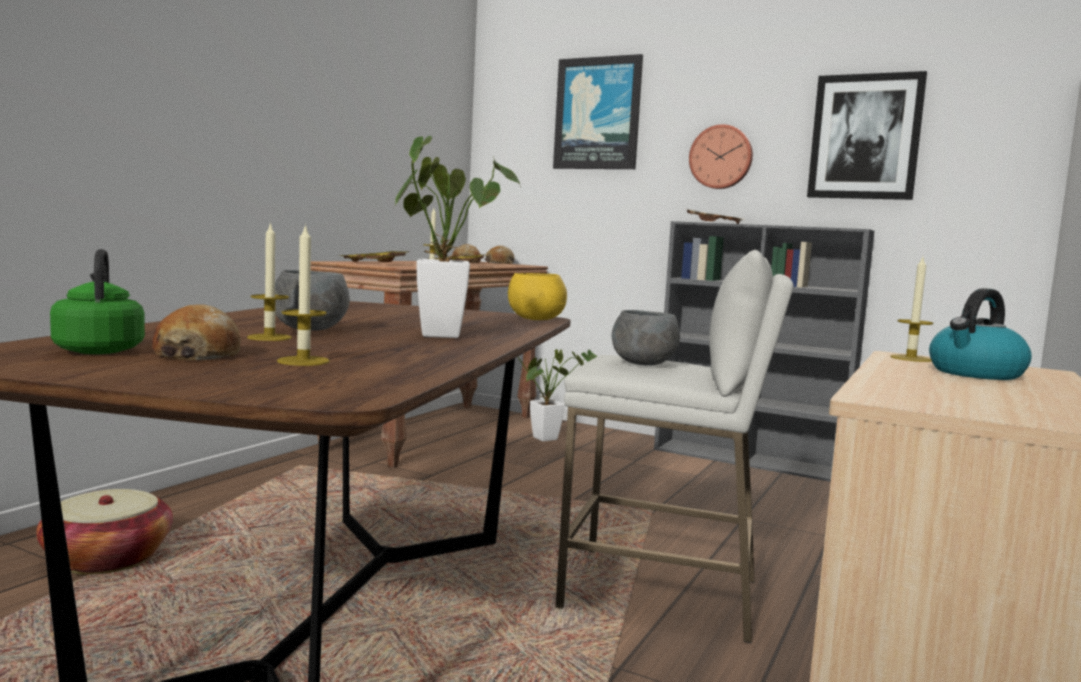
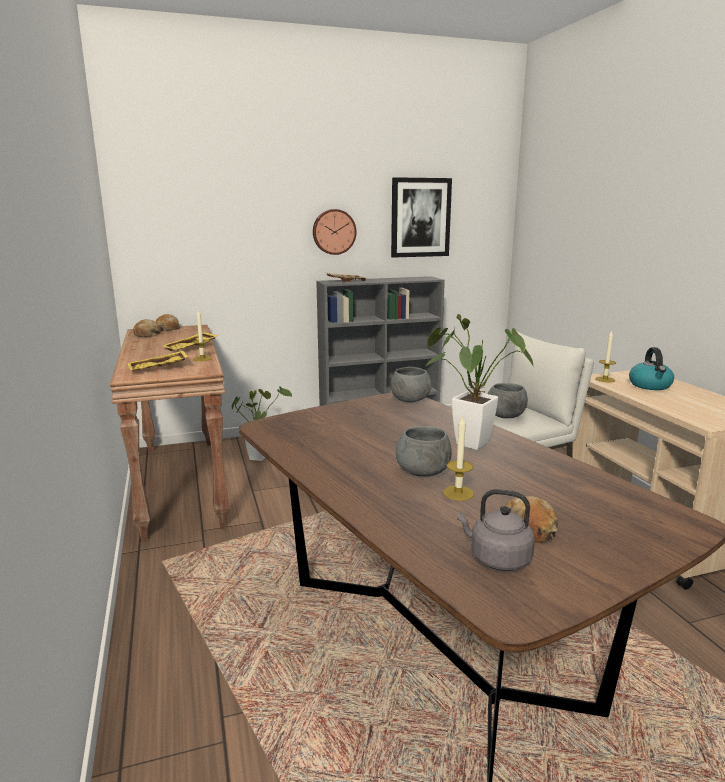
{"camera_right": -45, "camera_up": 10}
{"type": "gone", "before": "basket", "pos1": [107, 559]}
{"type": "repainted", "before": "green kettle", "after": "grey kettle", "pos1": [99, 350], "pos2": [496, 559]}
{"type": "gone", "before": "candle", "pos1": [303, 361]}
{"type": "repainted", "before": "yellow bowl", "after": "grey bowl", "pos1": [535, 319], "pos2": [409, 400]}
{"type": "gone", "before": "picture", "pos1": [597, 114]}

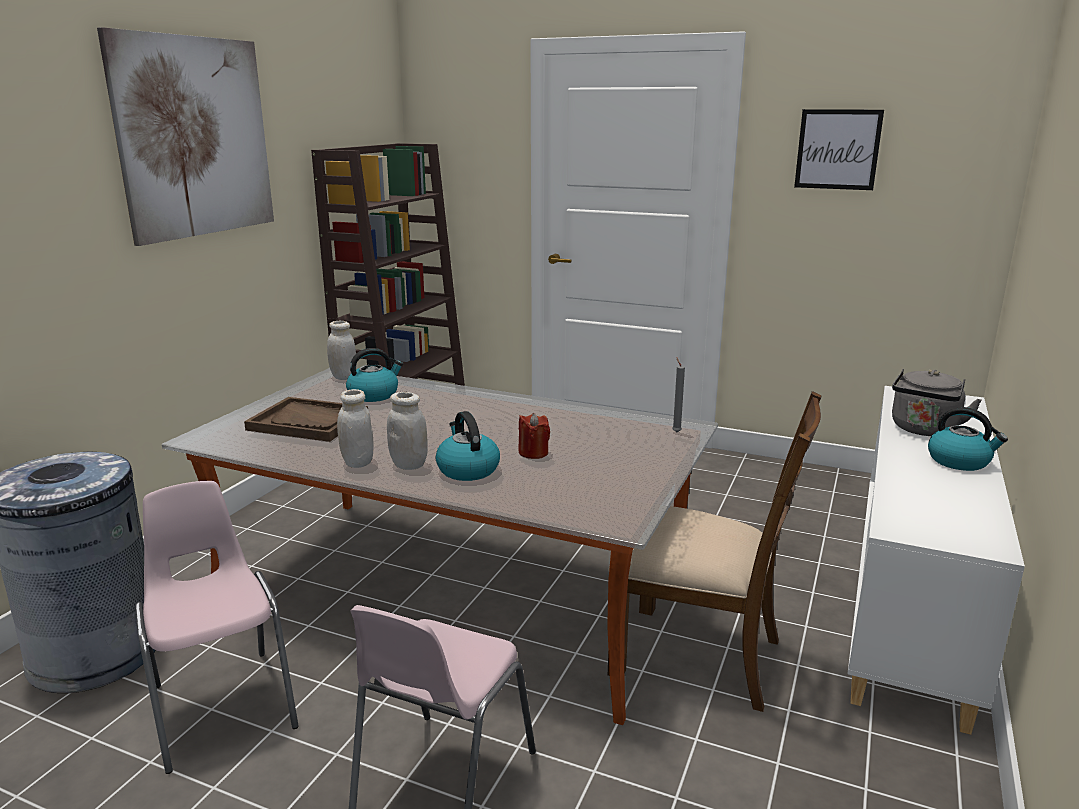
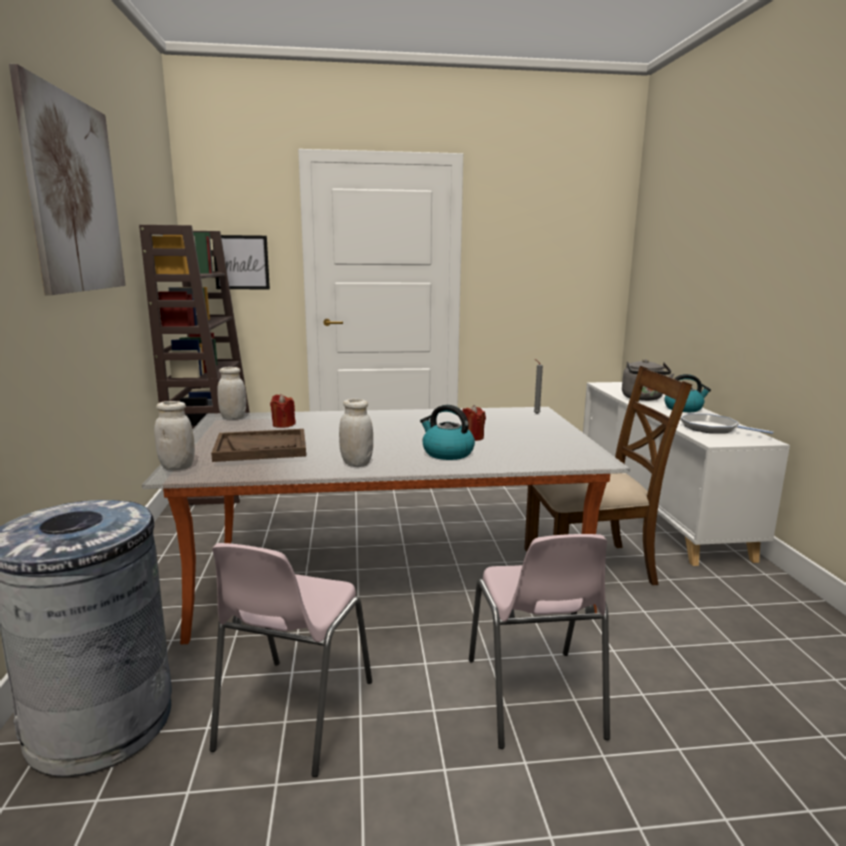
{"camera_right": -30, "camera_up": -5}
{"type": "rotated", "before": "pink chair", "pos1": [223, 705], "pos2": [293, 715], "turn": -105}
{"type": "swapped", "before": "kettle", "after": "red candle", "pos1": [374, 395], "pos2": [283, 424]}
{"type": "shifted", "before": "white jar", "pos1": [409, 465], "pos2": [177, 467]}
{"type": "shifted", "before": "picture", "pos1": [837, 149], "pos2": [241, 262]}
{"type": "new", "after": "frying pan", "pos2": [712, 428]}

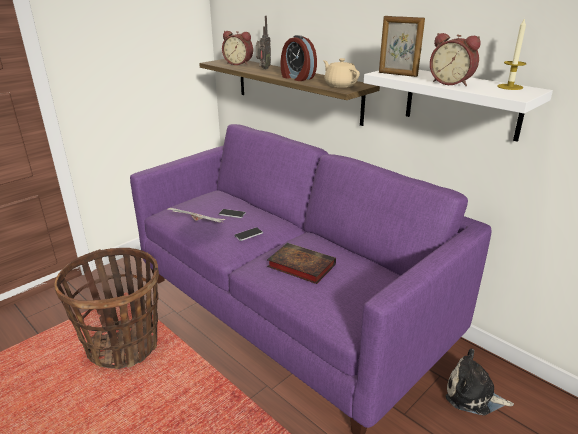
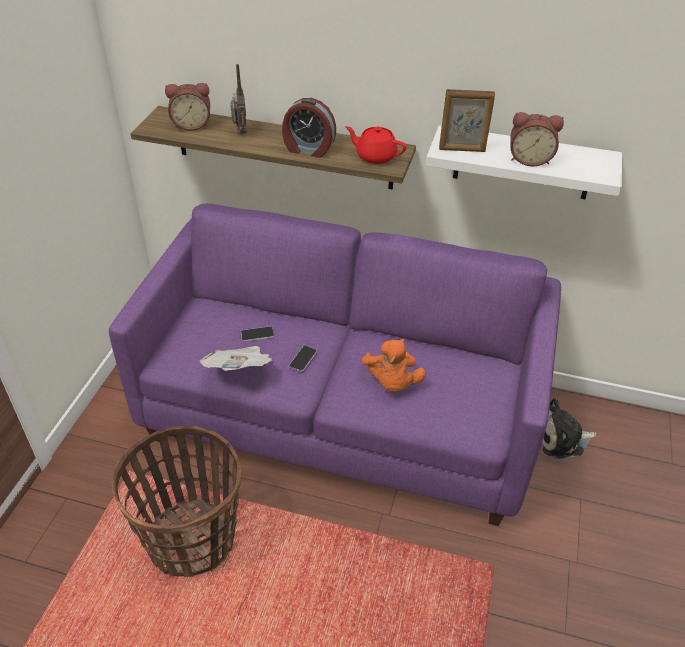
{"camera_right": -30, "camera_up": 15}
{"type": "swapped", "before": "book", "after": "orange plush toy", "pos1": [299, 266], "pos2": [391, 383]}
{"type": "repainted", "before": "beige teapot", "after": "red teapot", "pos1": [340, 85], "pos2": [375, 156]}
{"type": "gone", "before": "candle", "pos1": [510, 87]}

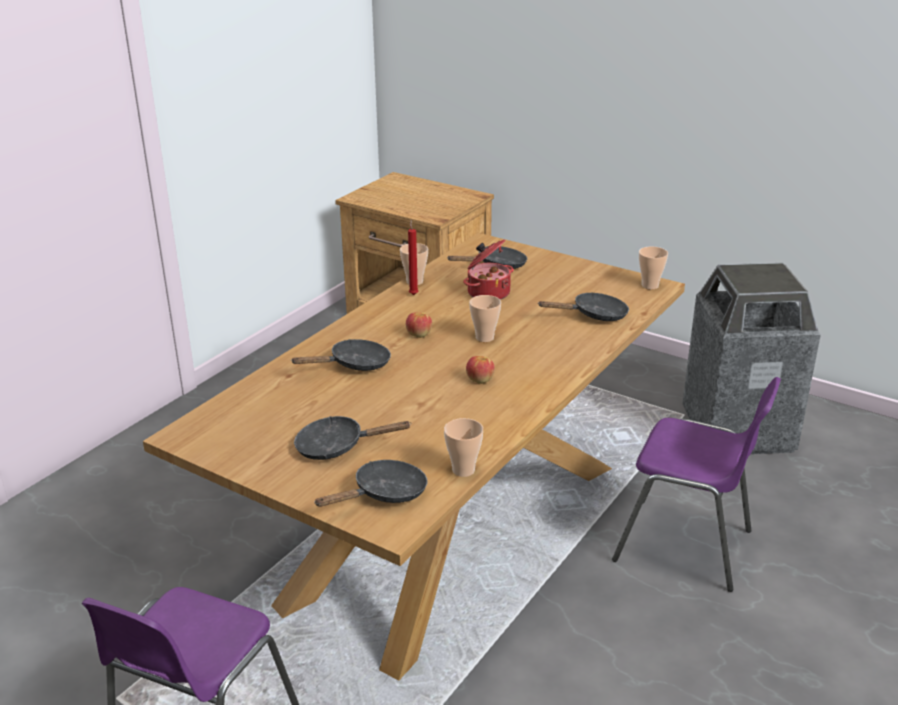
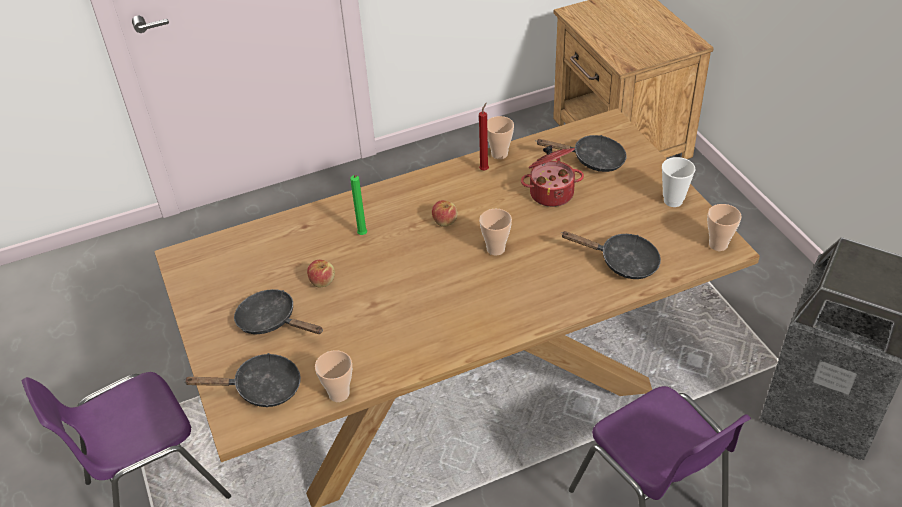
{"camera_right": 35, "camera_up": 15}
{"type": "swapped", "before": "black frying pan", "after": "green candle", "pos1": [354, 365], "pos2": [362, 236]}
{"type": "shifted", "before": "apple", "pos1": [480, 379], "pos2": [322, 281]}
{"type": "new", "after": "cup", "pos2": [673, 201]}

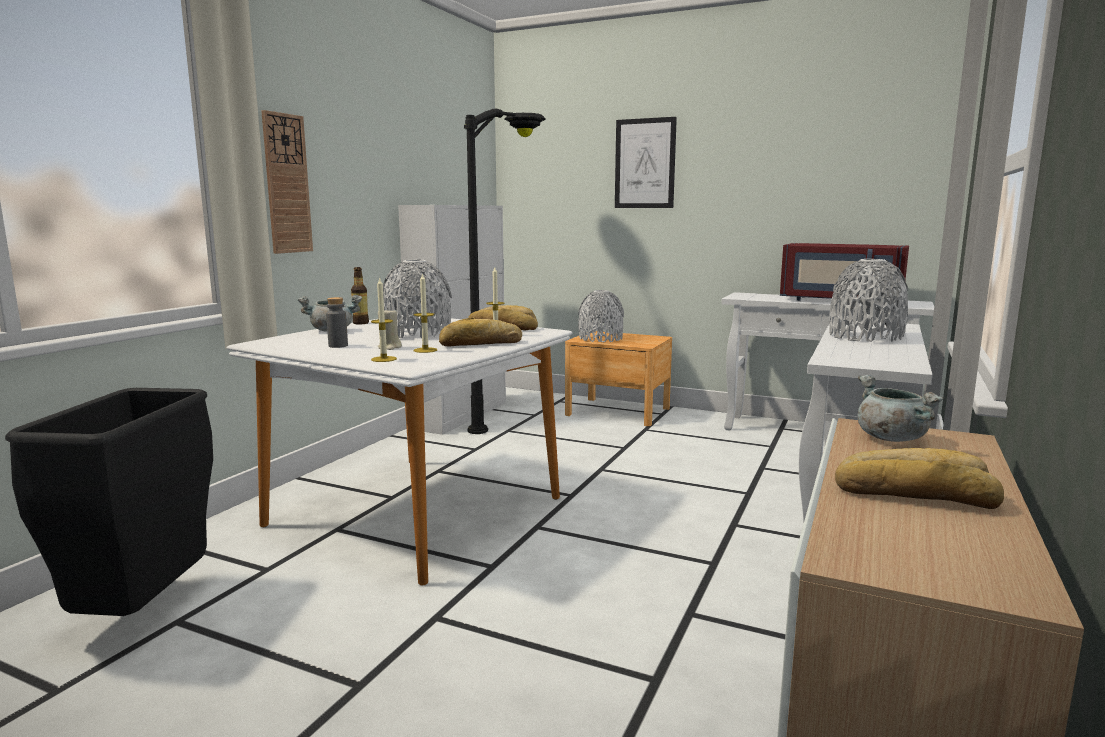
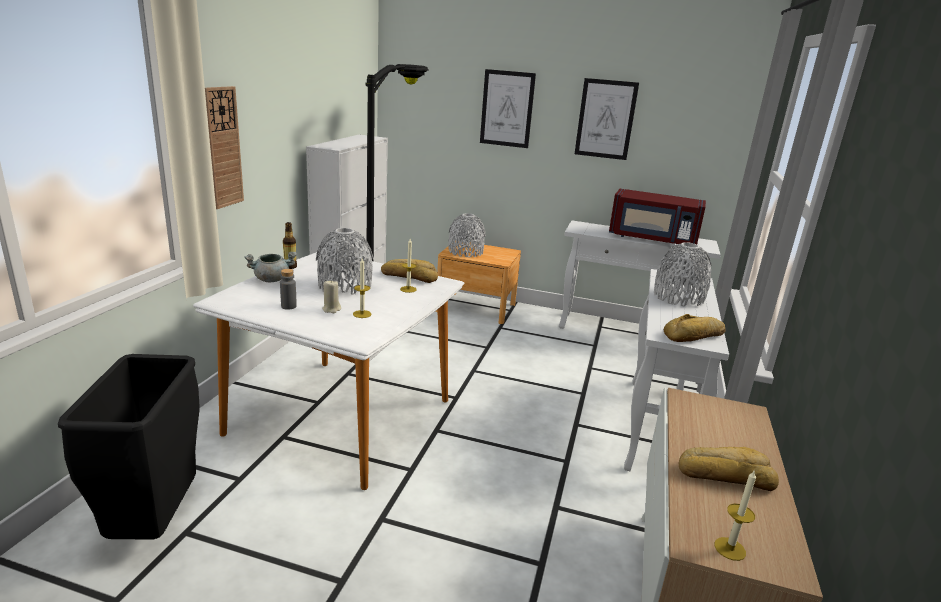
{"camera_right": -10, "camera_up": 10}
{"type": "shifted", "before": "candle", "pos1": [383, 359], "pos2": [730, 549]}
{"type": "shifted", "before": "bread", "pos1": [481, 343], "pos2": [695, 336]}
{"type": "gone", "before": "grey cooking pot", "pos1": [890, 438]}
{"type": "new", "after": "picture", "pos2": [605, 119]}

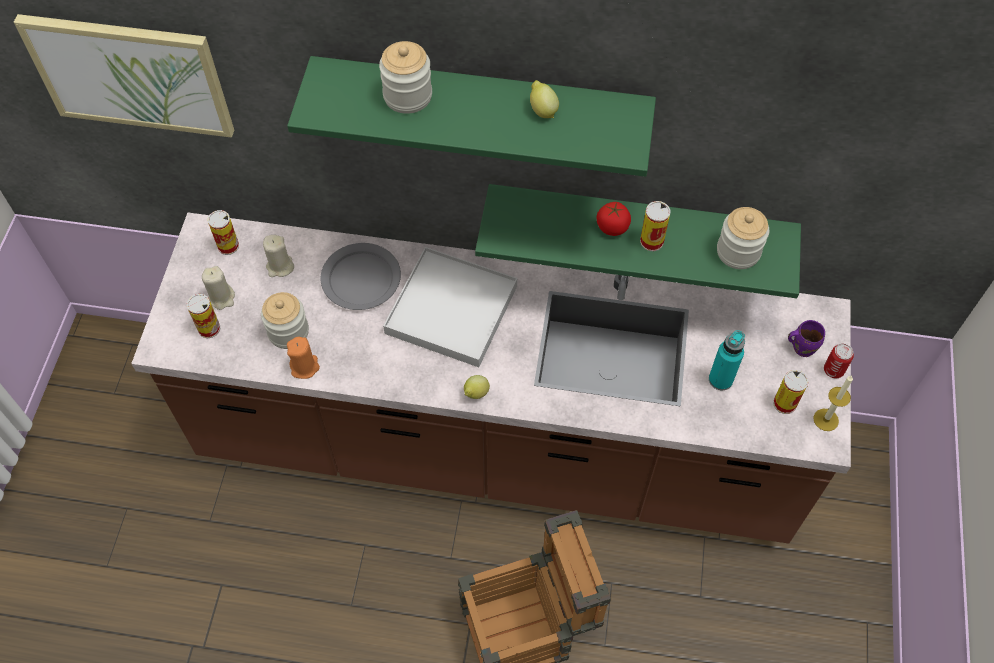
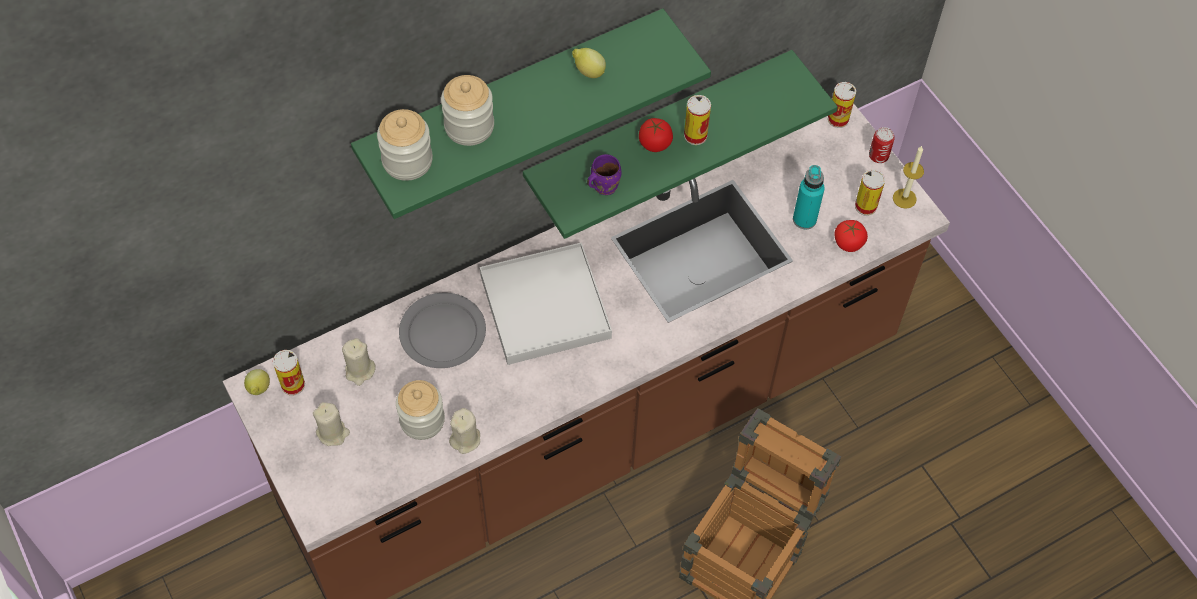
{"camera_right": -40, "camera_up": 0}
{"type": "gone", "before": "picture", "pos1": [131, 74]}
{"type": "shifted", "before": "can", "pos1": [209, 328], "pos2": [838, 119]}
{"type": "repainted", "before": "orange candle", "after": "beige candle", "pos1": [305, 367], "pos2": [465, 439]}
{"type": "shifted", "before": "lemon", "pos1": [475, 394], "pos2": [259, 390]}
{"type": "shifted", "before": "jar", "pos1": [738, 252], "pos2": [407, 161]}
{"type": "shifted", "before": "purple mug", "pos1": [802, 346], "pos2": [603, 186]}
{"type": "new", "after": "tomato", "pos2": [848, 243]}

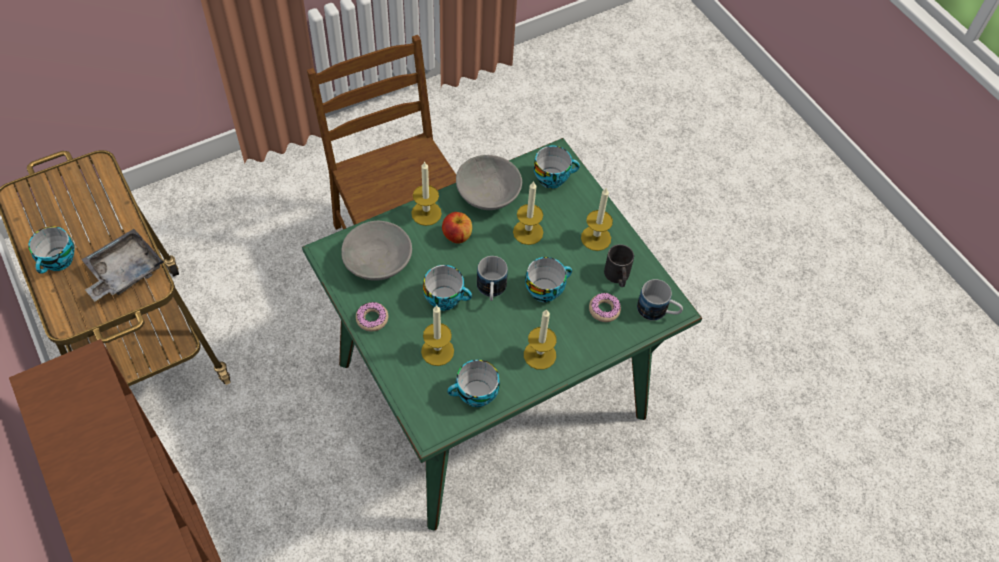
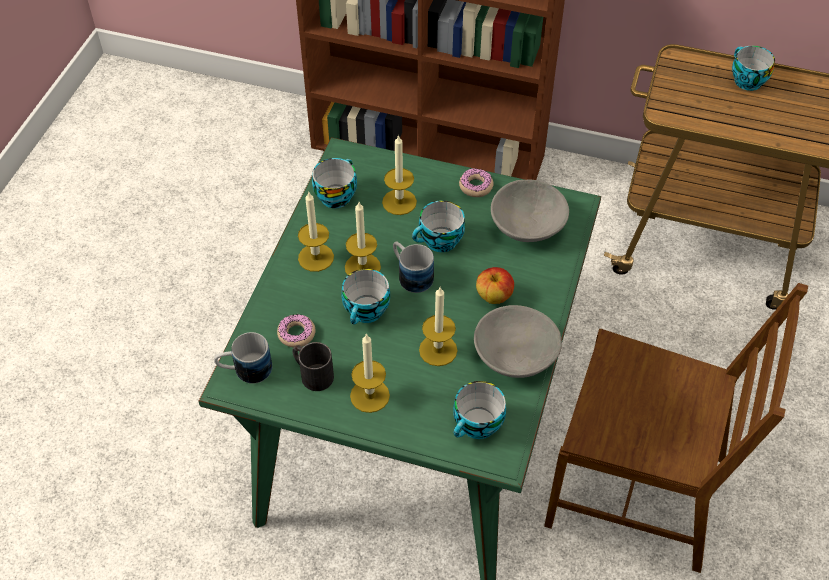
{"camera_right": 140, "camera_up": -5}
{"type": "gone", "before": "grey tray", "pos1": [124, 272]}
{"type": "shifted", "before": "candle", "pos1": [426, 213], "pos2": [362, 267]}

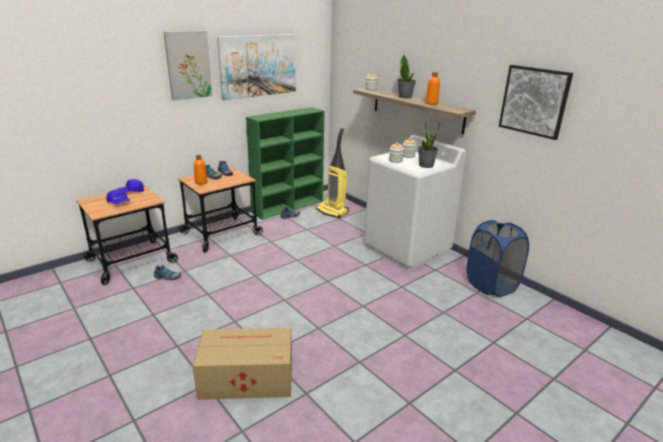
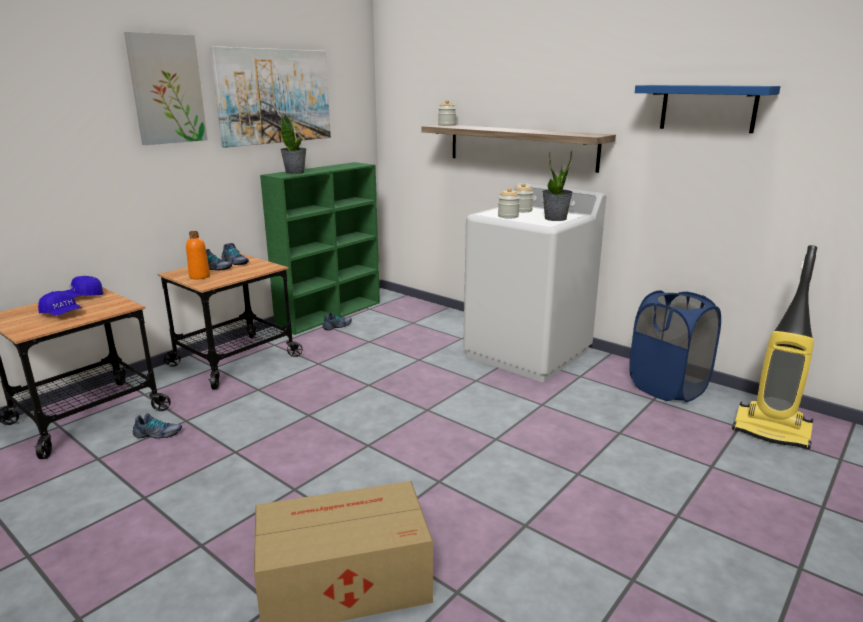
{"camera_right": -10, "camera_up": -5}
{"type": "shifted", "before": "vacuum cleaner", "pos1": [333, 211], "pos2": [772, 431]}
{"type": "shifted", "before": "potted plant", "pos1": [405, 97], "pos2": [295, 172]}
{"type": "gone", "before": "orange bottle", "pos1": [431, 103]}
{"type": "swapped", "before": "picture", "after": "blue shelf", "pos1": [534, 101], "pos2": [708, 108]}

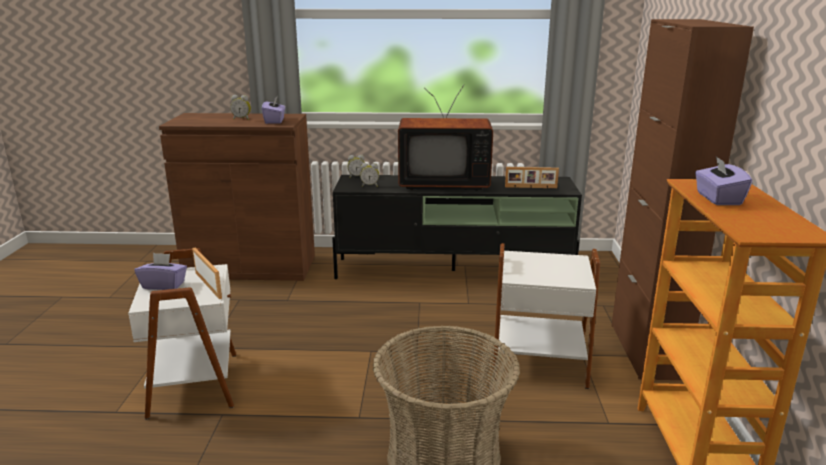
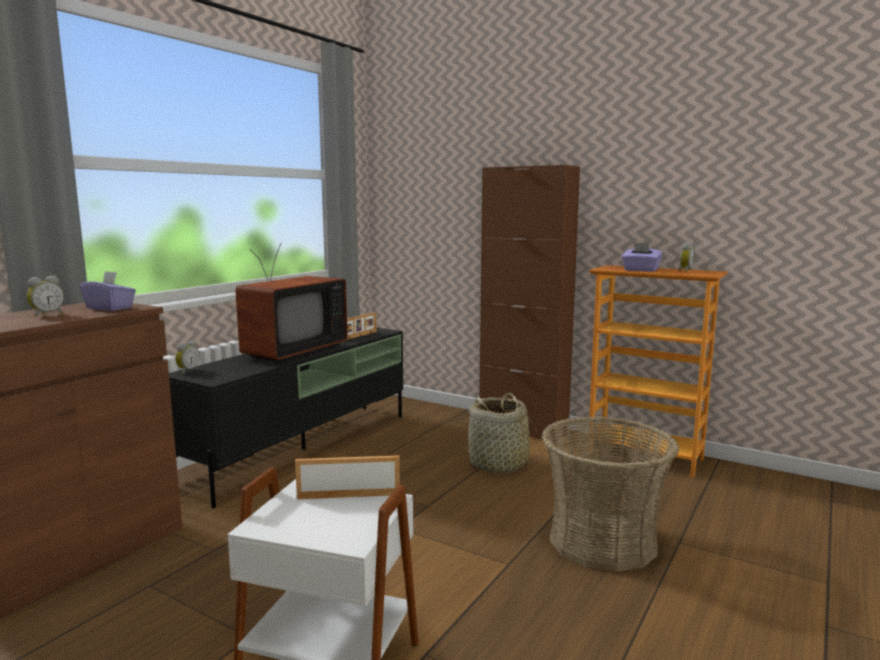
{"camera_right": -60, "camera_up": -10}
{"type": "gone", "before": "purple tissue box", "pos1": [164, 285]}
{"type": "shifted", "before": "alarm clock", "pos1": [370, 186], "pos2": [684, 270]}
{"type": "swapped", "before": "white side table", "after": "basket", "pos1": [539, 361], "pos2": [499, 464]}

